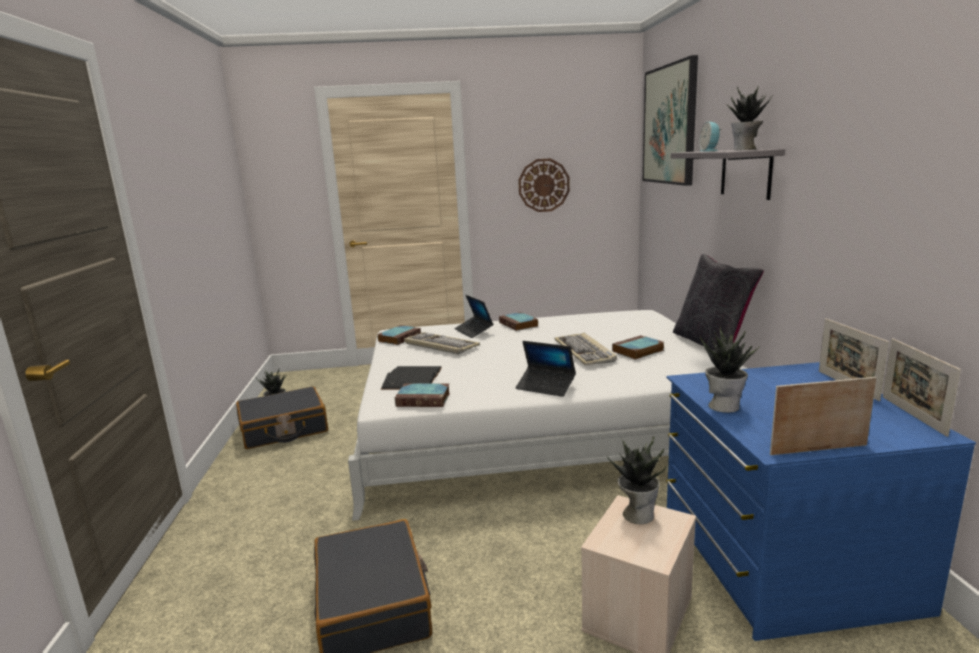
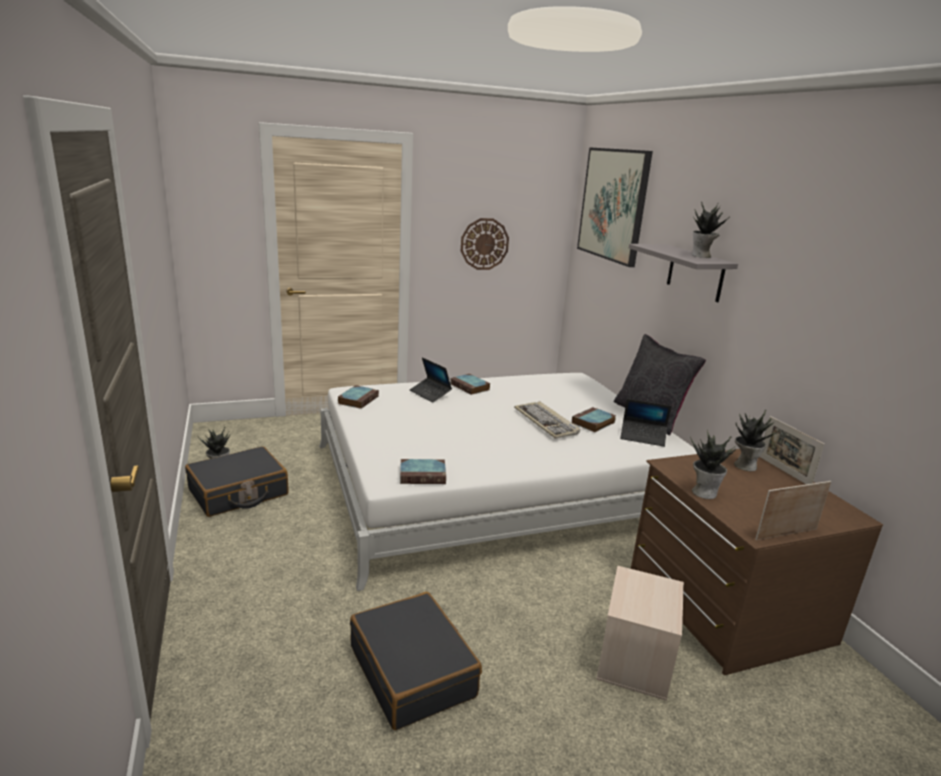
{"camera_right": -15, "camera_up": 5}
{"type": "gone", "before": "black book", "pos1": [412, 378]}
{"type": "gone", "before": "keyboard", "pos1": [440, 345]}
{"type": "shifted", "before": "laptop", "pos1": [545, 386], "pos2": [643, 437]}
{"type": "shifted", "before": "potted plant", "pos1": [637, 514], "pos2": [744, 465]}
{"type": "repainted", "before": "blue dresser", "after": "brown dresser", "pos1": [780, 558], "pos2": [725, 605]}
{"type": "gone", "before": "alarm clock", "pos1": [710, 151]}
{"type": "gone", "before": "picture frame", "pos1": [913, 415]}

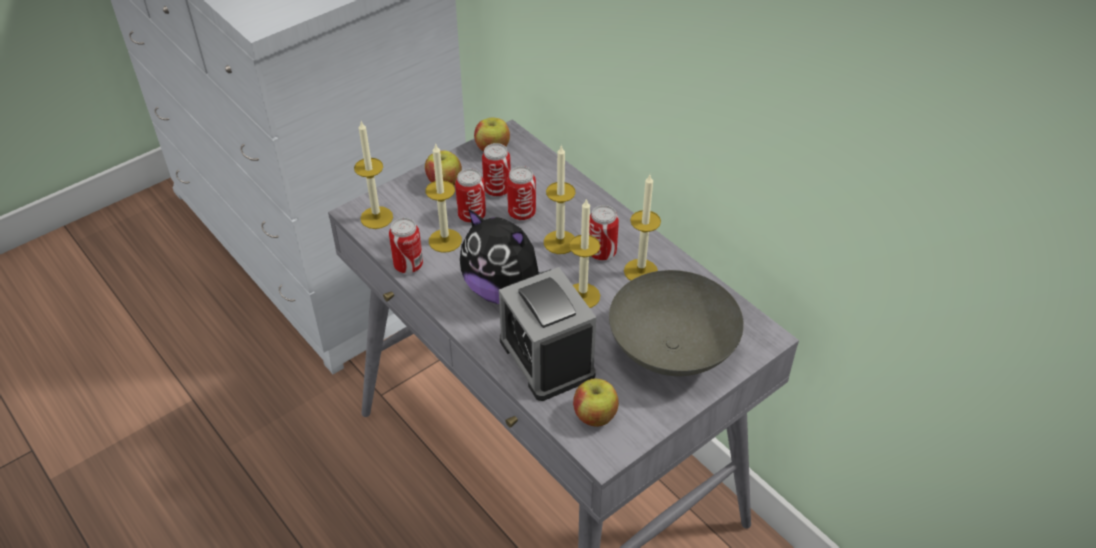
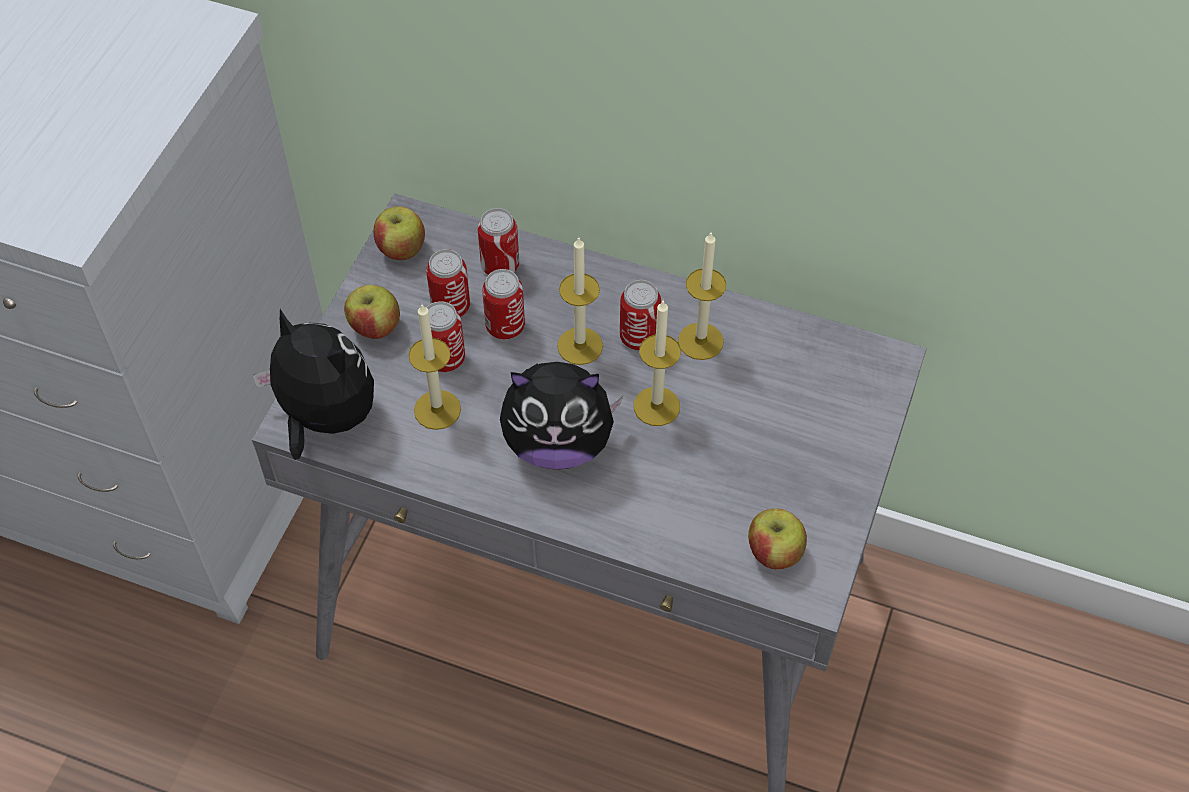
{"camera_right": -30, "camera_up": 10}
{"type": "swapped", "before": "candle", "after": "plush toy", "pos1": [376, 217], "pos2": [324, 418]}
{"type": "shifted", "before": "can", "pos1": [408, 265], "pos2": [500, 266]}
{"type": "gone", "before": "alarm clock", "pos1": [546, 358]}
{"type": "gone", "before": "grey bowl", "pos1": [671, 349]}

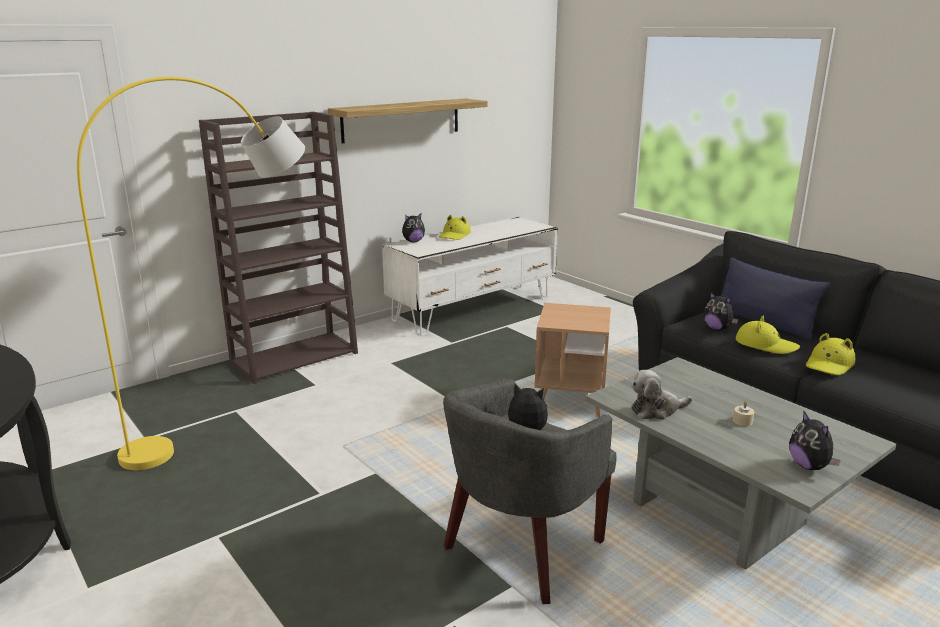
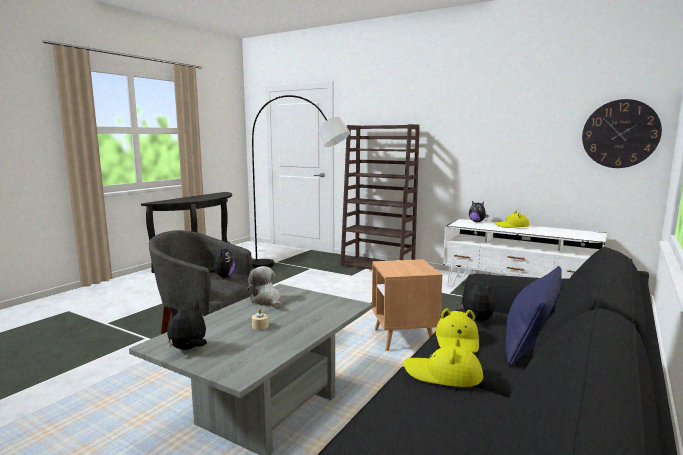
{"camera_right": 70, "camera_up": -10}
{"type": "repainted", "before": "yellow floor lamp", "after": "grey floor lamp", "pos1": [235, 421], "pos2": [301, 270]}
{"type": "gone", "before": "shelf", "pos1": [401, 120]}
{"type": "rotated", "before": "plush toy", "pos1": [717, 328], "pos2": [476, 320], "turn": 105}
{"type": "new", "after": "wall clock", "pos2": [620, 134]}

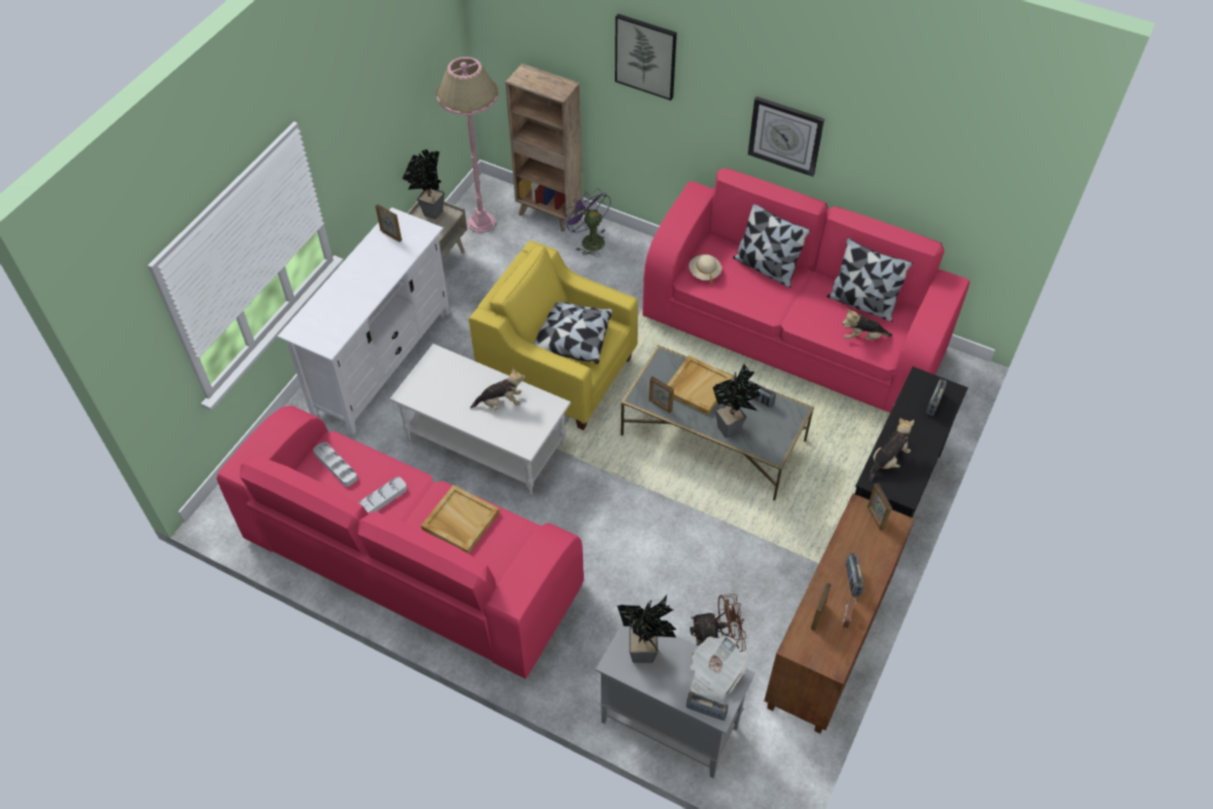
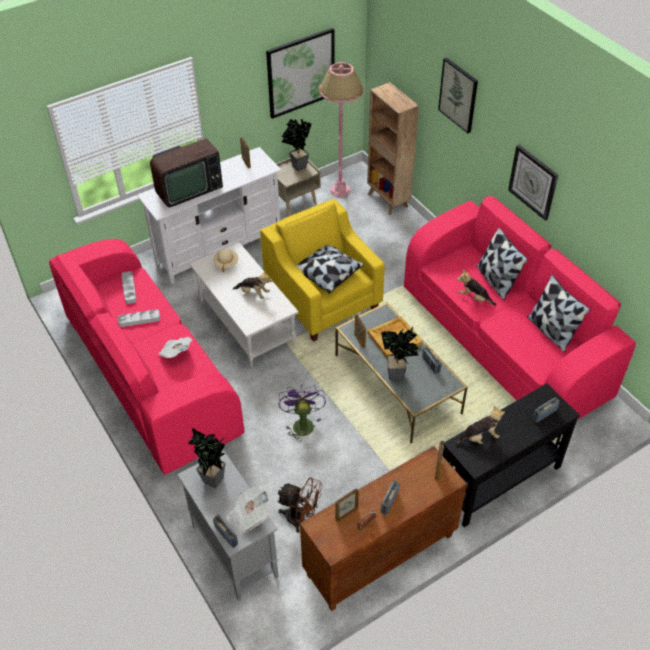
{"camera_right": 30, "camera_up": -5}
{"type": "swapped", "before": "beige tray", "after": "newspaper", "pos1": [460, 521], "pos2": [176, 352]}
{"type": "shifted", "before": "purple fan", "pos1": [589, 240], "pos2": [302, 423]}
{"type": "shifted", "before": "beige hat", "pos1": [704, 273], "pos2": [226, 263]}
{"type": "shifted", "before": "plush toy", "pos1": [863, 337], "pos2": [474, 298]}
{"type": "new", "after": "television", "pos2": [187, 188]}
{"type": "new", "after": "picture", "pos2": [300, 73]}

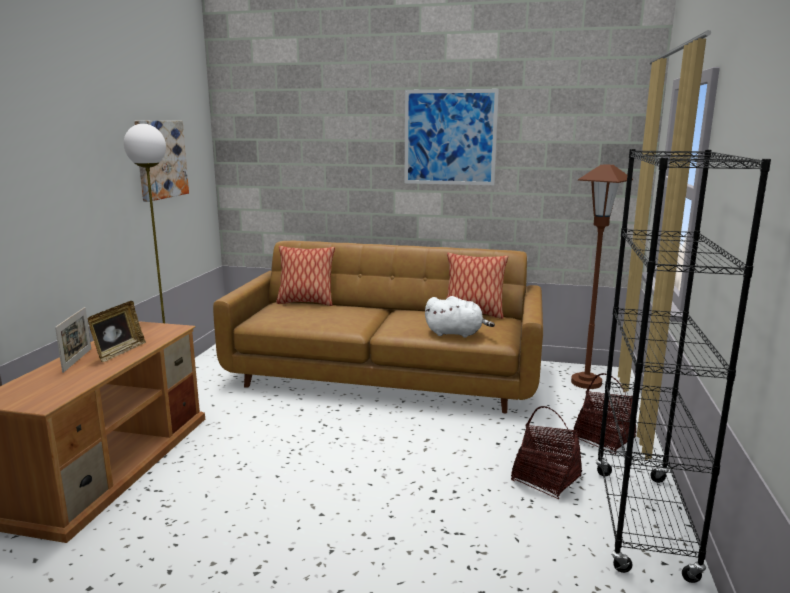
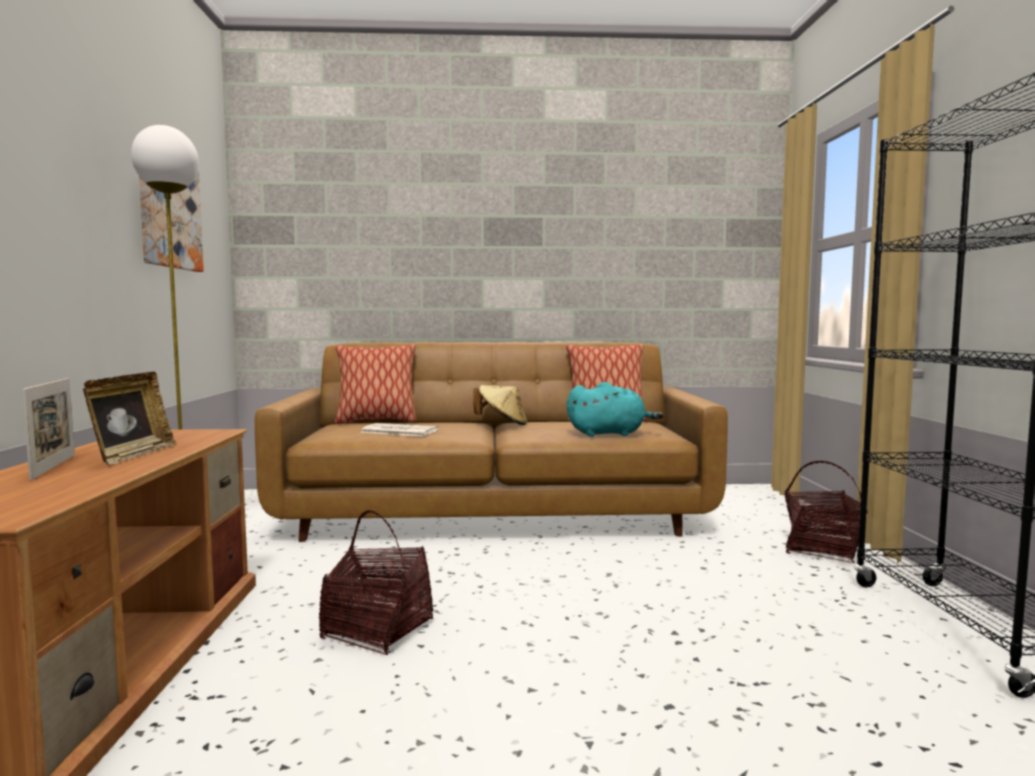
{"camera_right": -15, "camera_up": -10}
{"type": "gone", "before": "picture", "pos1": [450, 137]}
{"type": "repainted", "before": "white plush toy", "after": "turquoise plush toy", "pos1": [456, 333], "pos2": [609, 434]}
{"type": "shifted", "before": "basket", "pos1": [546, 479], "pos2": [378, 629]}
{"type": "gone", "before": "brown floor lamp", "pos1": [586, 382]}
{"type": "new", "after": "newspaper", "pos2": [398, 431]}
{"type": "new", "after": "beige hat", "pos2": [502, 424]}

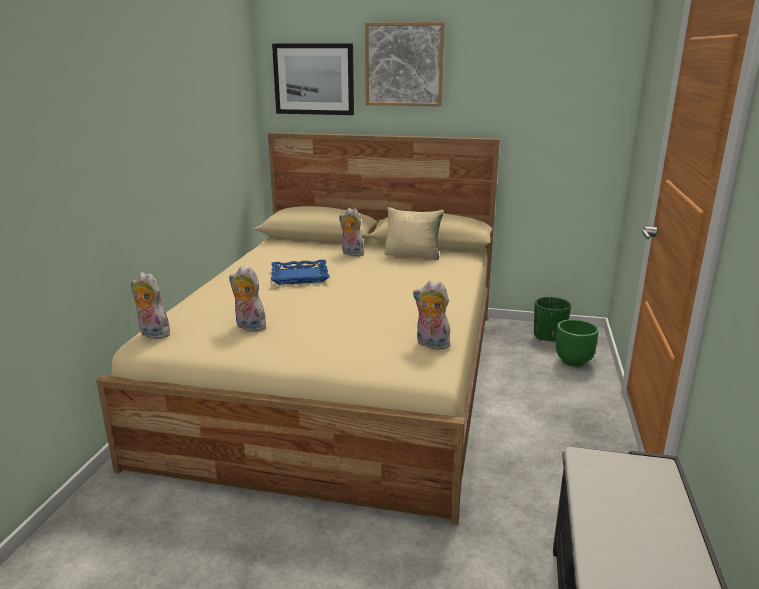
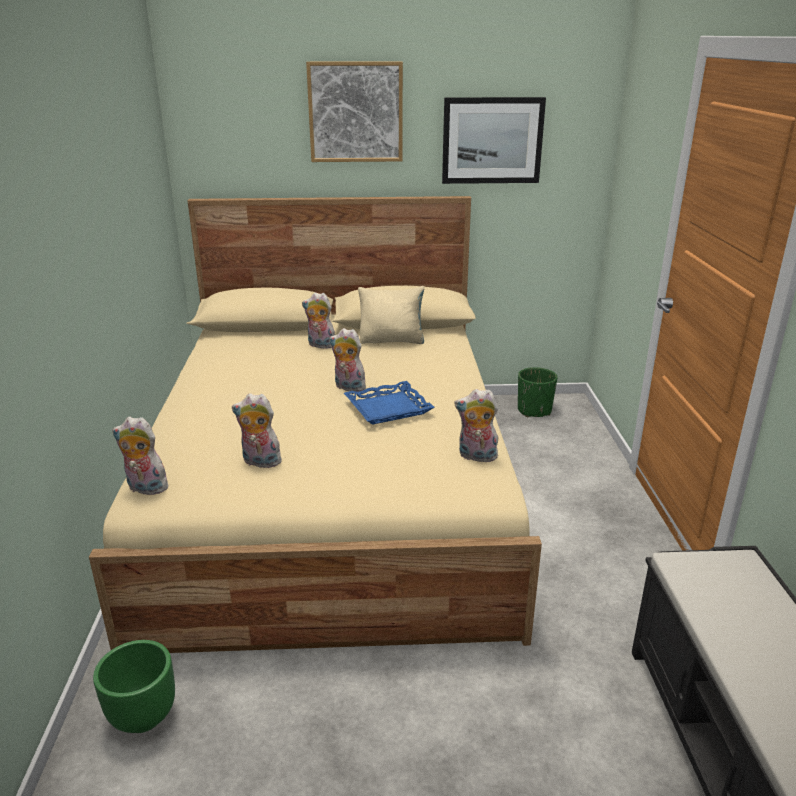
{"camera_right": -15, "camera_up": 5}
{"type": "shifted", "before": "blue tray", "pos1": [300, 276], "pos2": [388, 408]}
{"type": "shifted", "before": "picture", "pos1": [314, 79], "pos2": [492, 140]}
{"type": "shifted", "before": "green planter", "pos1": [572, 361], "pos2": [142, 717]}
{"type": "new", "after": "plush toy", "pos2": [348, 387]}

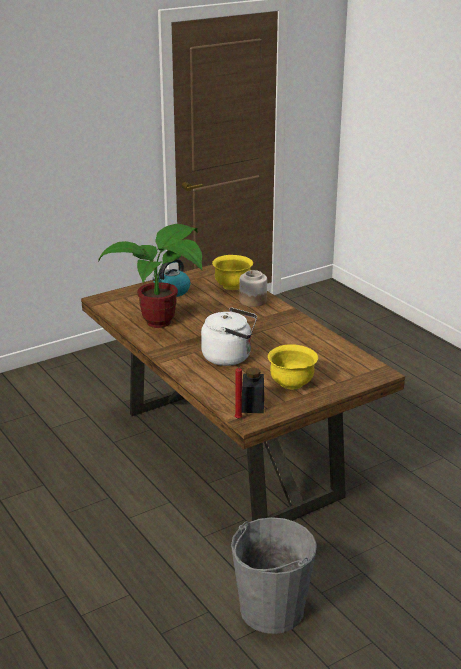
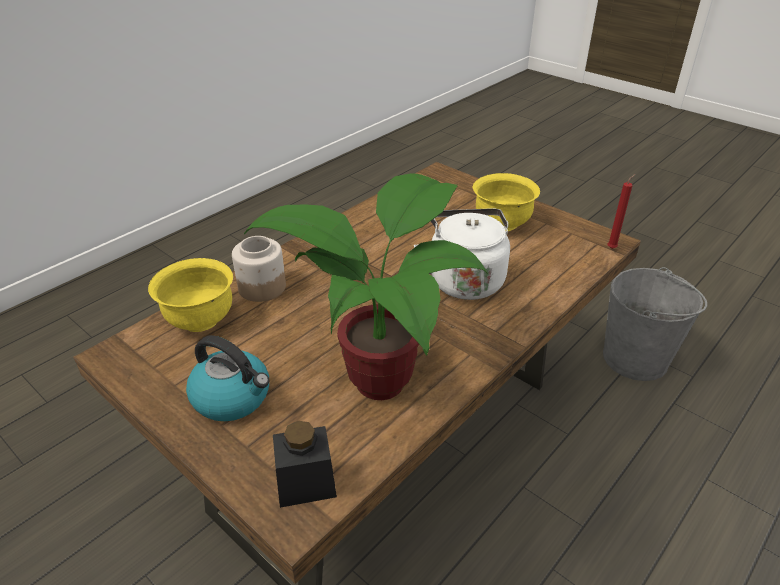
{"camera_right": -105, "camera_up": 10}
{"type": "shifted", "before": "black jar", "pos1": [252, 405], "pos2": [306, 483]}

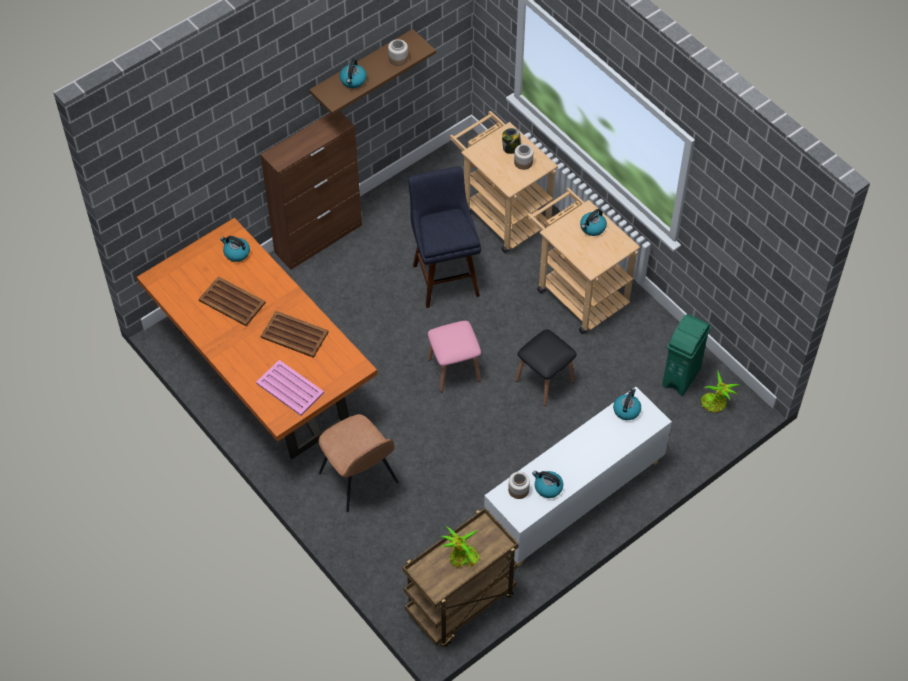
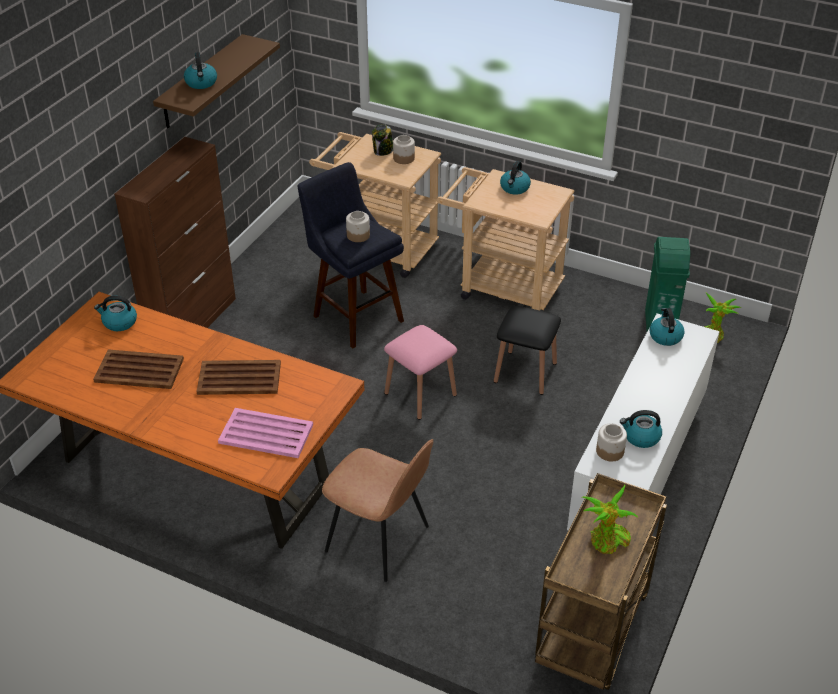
{"camera_right": -25, "camera_up": -15}
{"type": "shifted", "before": "jar", "pos1": [398, 59], "pos2": [358, 235]}

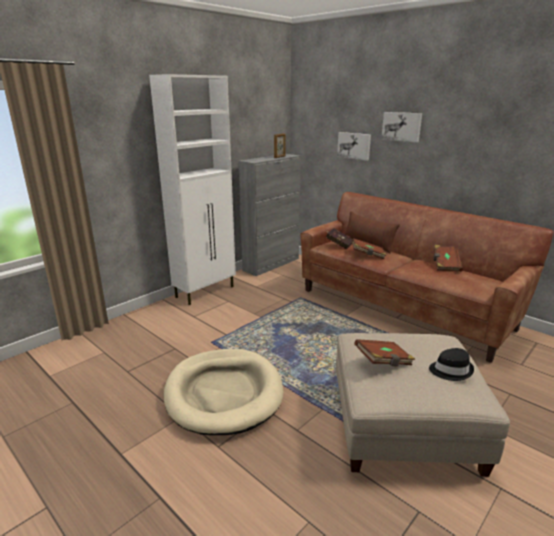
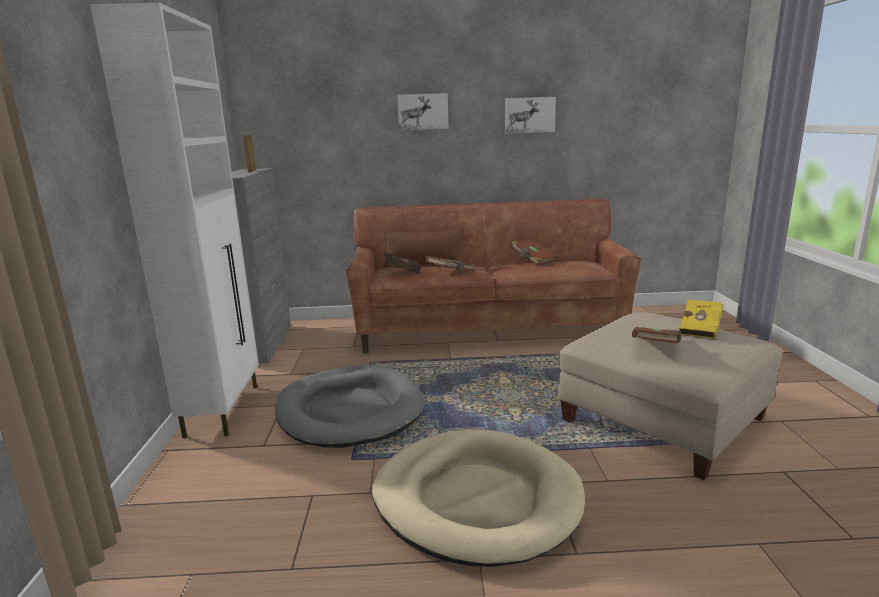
{"camera_right": -45, "camera_up": -5}
{"type": "shifted", "before": "picture", "pos1": [354, 145], "pos2": [529, 115]}
{"type": "swapped", "before": "black hat", "after": "yellow book", "pos1": [450, 370], "pos2": [700, 330]}
{"type": "new", "after": "grey dog bed", "pos2": [349, 411]}

